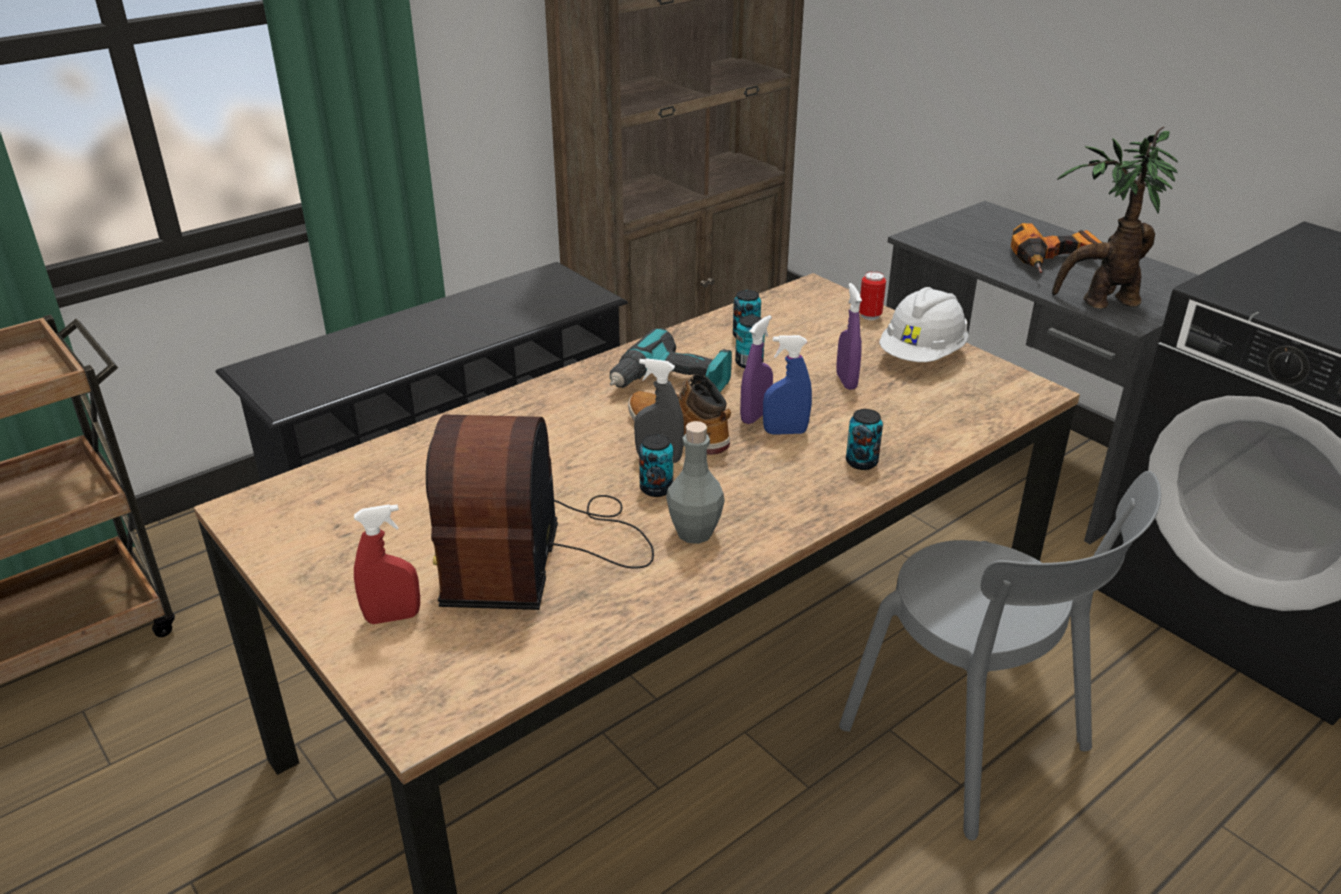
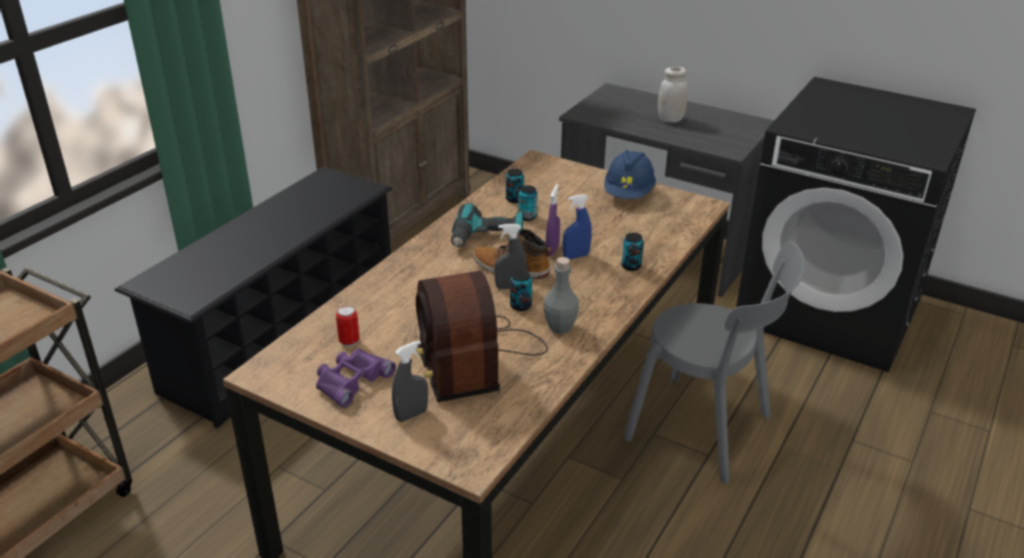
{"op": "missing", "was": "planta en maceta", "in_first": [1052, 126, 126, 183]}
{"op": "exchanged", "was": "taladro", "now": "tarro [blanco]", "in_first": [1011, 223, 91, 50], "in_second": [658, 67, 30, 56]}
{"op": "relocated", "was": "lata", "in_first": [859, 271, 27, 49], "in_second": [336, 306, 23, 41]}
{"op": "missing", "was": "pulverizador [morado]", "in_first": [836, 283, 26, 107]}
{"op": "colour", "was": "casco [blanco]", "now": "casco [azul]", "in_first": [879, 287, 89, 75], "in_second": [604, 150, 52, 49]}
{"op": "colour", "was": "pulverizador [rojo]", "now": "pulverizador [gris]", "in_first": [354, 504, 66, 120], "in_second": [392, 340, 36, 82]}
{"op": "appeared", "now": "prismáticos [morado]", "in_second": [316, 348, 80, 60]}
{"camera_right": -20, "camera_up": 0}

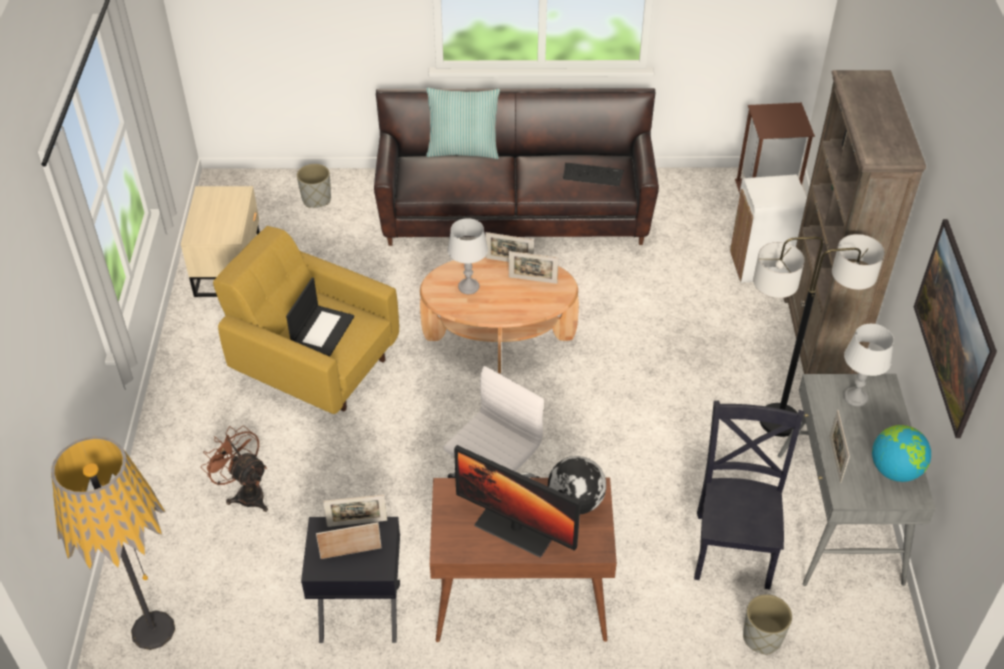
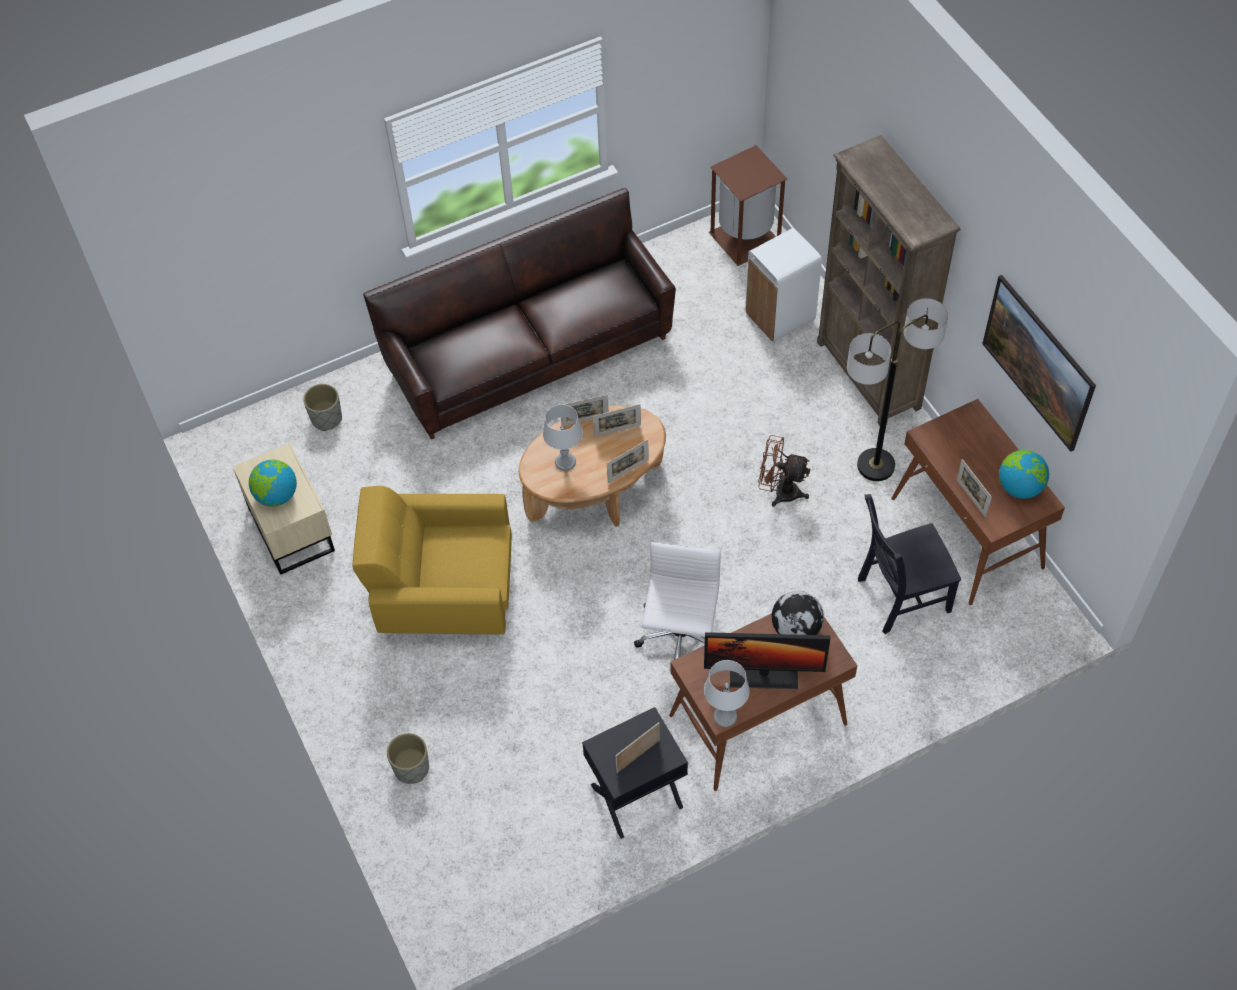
{"op": "missing", "was": "cojín", "in_first": [426, 88, 74, 71]}
{"op": "missing", "was": "teclado", "in_first": [563, 163, 61, 23]}
{"op": "missing", "was": "portátil", "in_first": [286, 278, 68, 78]}
{"op": "relocated", "was": "lámpara de mesa [gris]", "in_first": [843, 324, 51, 83], "in_second": [704, 660, 46, 67]}
{"op": "colour", "was": "escritorio [gris]", "now": "escritorio [marrón]", "in_first": [778, 374, 158, 212], "in_second": [891, 399, 174, 206]}
{"op": "spun", "was": "silla [negro]", "in_first": [694, 400, 110, 189], "in_second": [858, 494, 103, 140], "clockwise": -90}
{"op": "relocated", "was": "ventilador [marrón]", "in_first": [201, 426, 67, 86], "in_second": [758, 435, 52, 72]}
{"op": "missing", "was": "lámpara de pie", "in_first": [51, 436, 124, 214]}
{"op": "relocated", "was": "portarretratos", "in_first": [323, 494, 64, 33], "in_second": [607, 439, 42, 45]}
{"op": "relocated", "was": "maceta [gris]", "in_first": [743, 594, 49, 60], "in_second": [387, 733, 42, 51]}
{"op": "appeared", "now": "globo terráqueo", "in_second": [249, 460, 48, 47]}
{"camera_right": -25, "camera_up": 10}

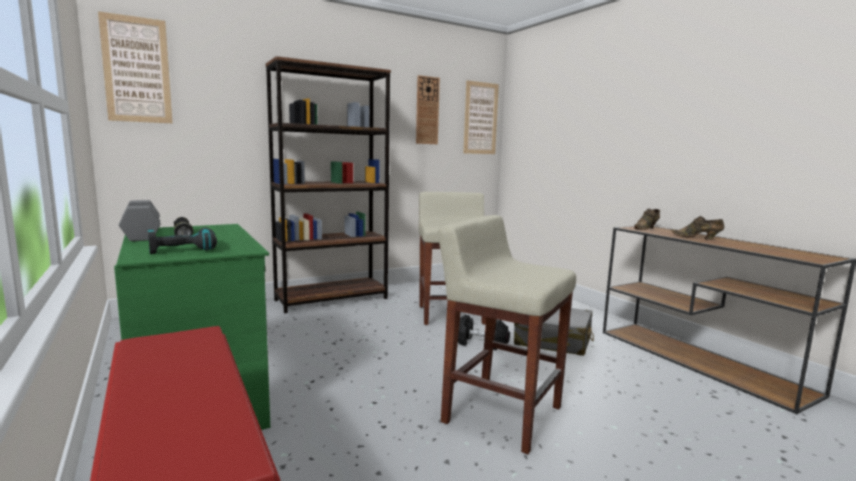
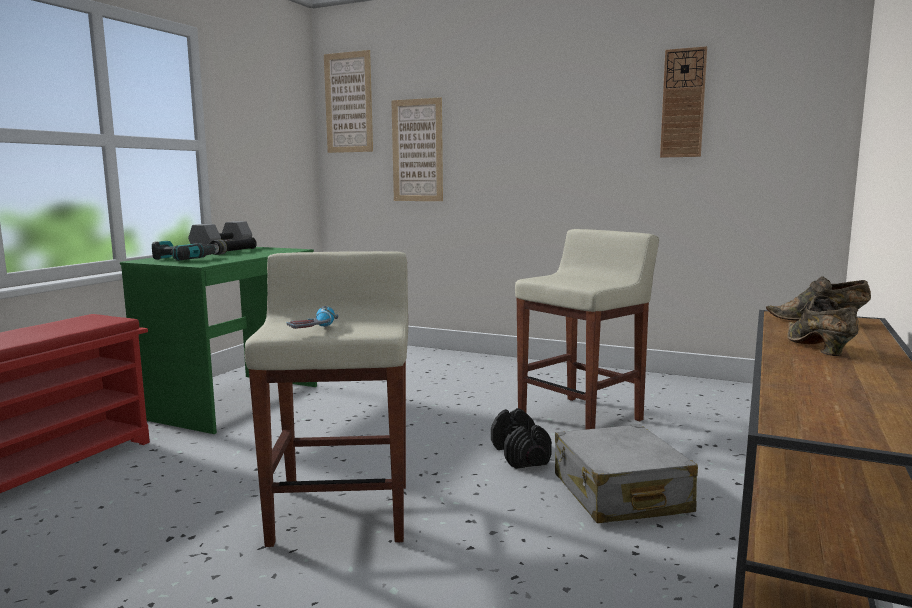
{"op": "missing", "was": "estantería [marrón]", "in_first": [265, 56, 126, 257]}
{"op": "relocated", "was": "cuadro", "in_first": [464, 80, 35, 74], "in_second": [391, 97, 52, 104]}
{"op": "appeared", "now": "taladro", "in_second": [286, 306, 53, 23]}
{"camera_right": 55, "camera_up": 0}

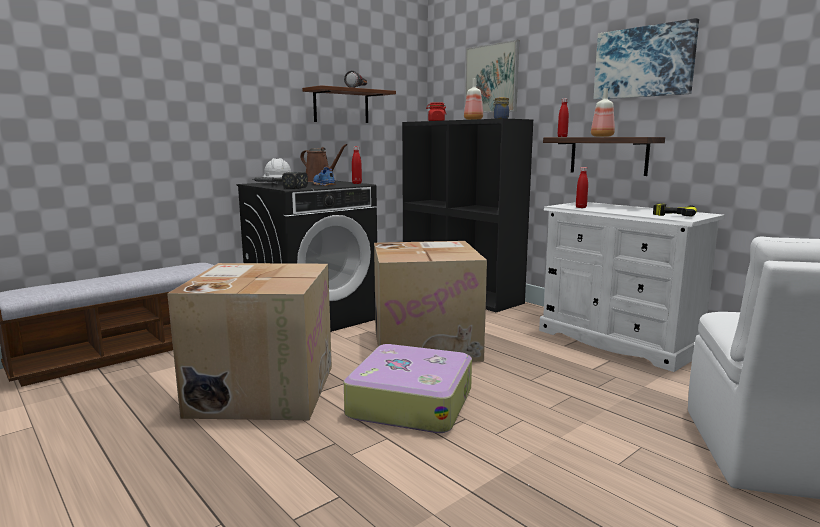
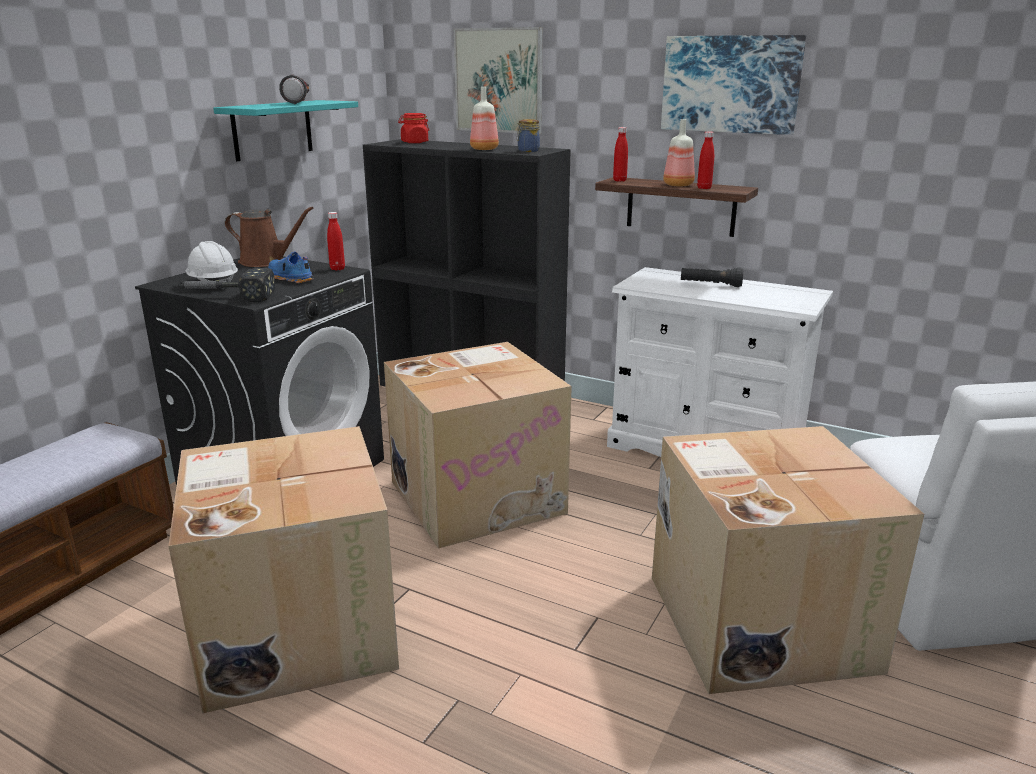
{"op": "colour", "was": "estante [marrón]", "now": "estante [turquesa]", "in_first": [302, 85, 94, 38], "in_second": [213, 100, 145, 61]}
{"op": "relocated", "was": "botella [rojo]", "in_first": [576, 167, 12, 41], "in_second": [697, 132, 17, 57]}
{"op": "missing", "was": "taladro", "in_first": [653, 203, 44, 14]}
{"op": "missing", "was": "maleta", "in_first": [344, 344, 128, 89]}
{"op": "appeared", "now": "linterna [negro]", "in_second": [681, 267, 62, 20]}
{"op": "appeared", "now": "caja de cartón", "in_second": [652, 426, 272, 268]}
{"camera_right": -20, "camera_up": 10}

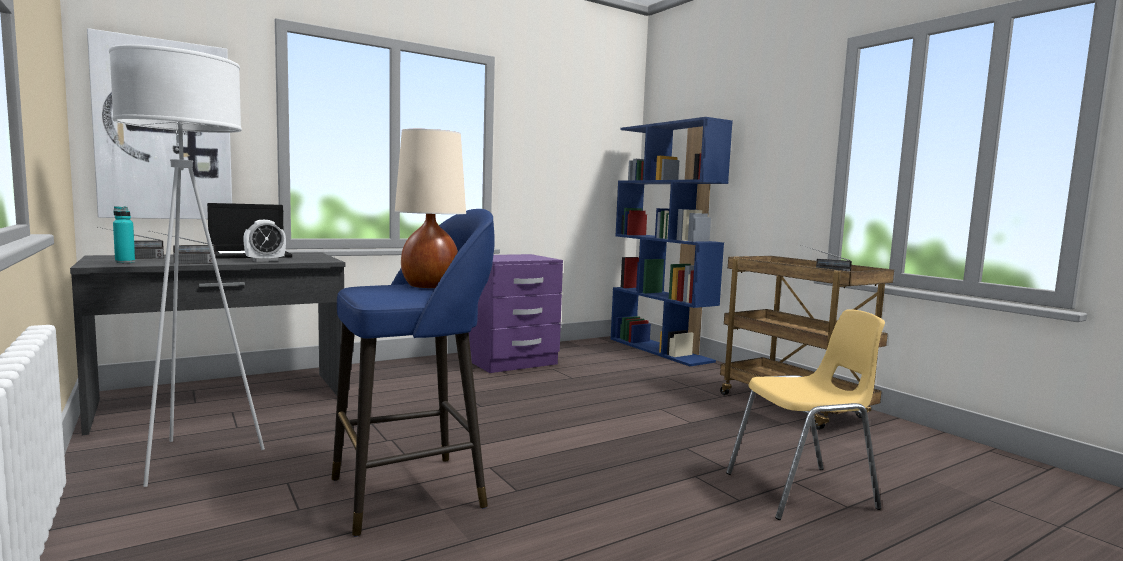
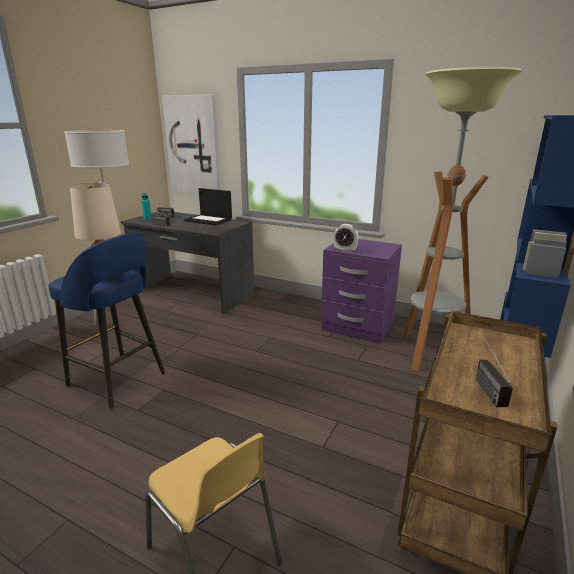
{"op": "relocated", "was": "despertador", "in_first": [243, 220, 43, 42], "in_second": [333, 224, 26, 28]}
{"op": "appeared", "now": "lámpara de pie", "in_second": [404, 67, 118, 305]}
{"camera_right": 60, "camera_up": 15}

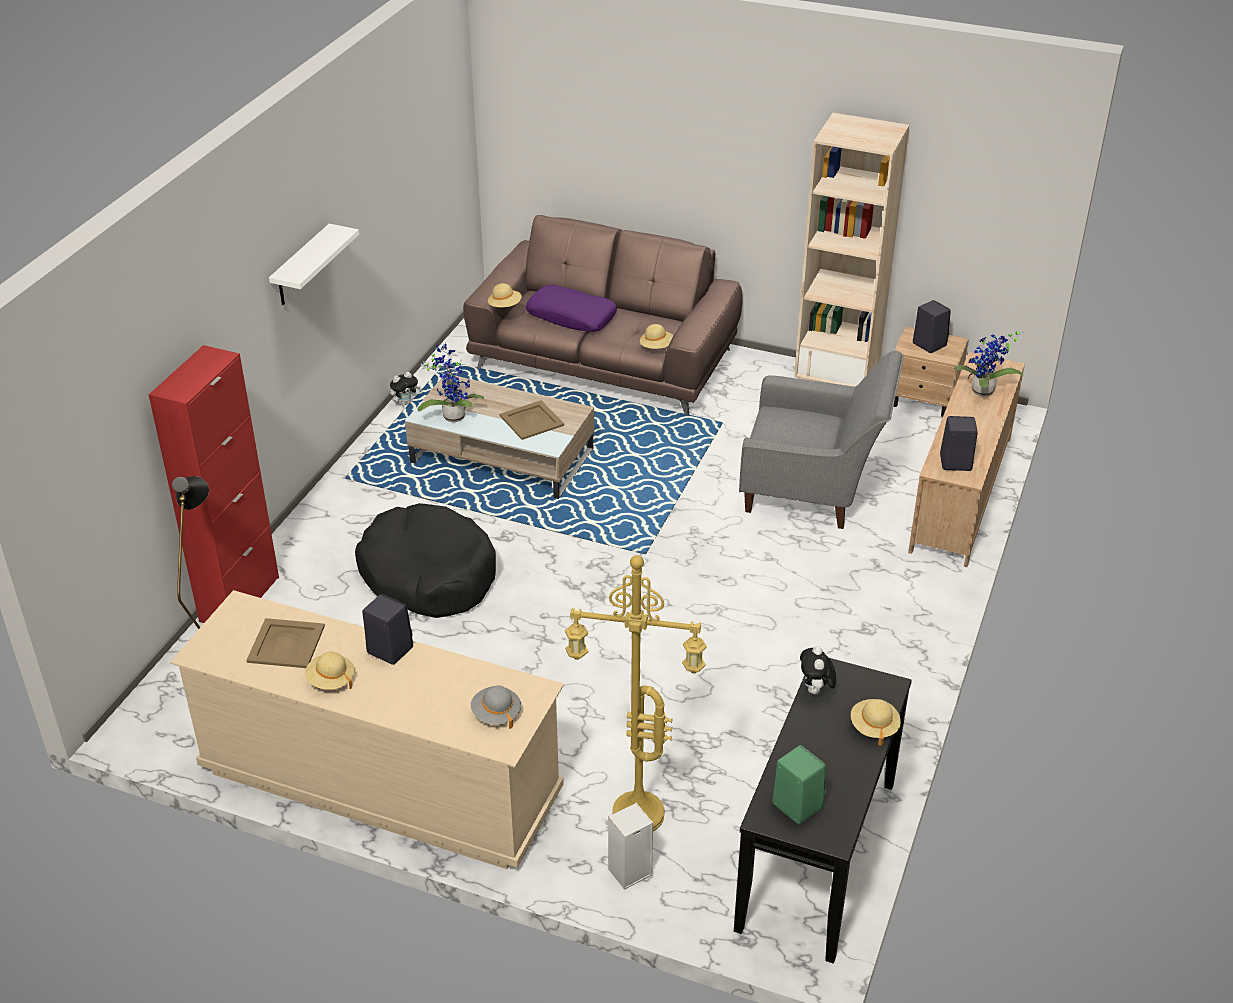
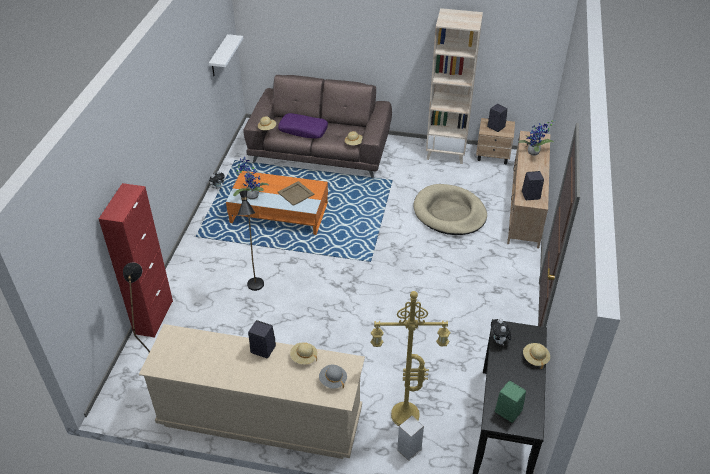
{"op": "relocated", "was": "estante [blanco]", "in_first": [269, 224, 90, 81], "in_second": [209, 34, 34, 42]}
{"op": "exchanged", "was": "sillón [gris]", "now": "cama para perro [beis]", "in_first": [739, 351, 165, 178], "in_second": [414, 184, 73, 51]}
{"op": "colour", "was": "mesa de centro [beis]", "now": "mesa de centro [naranja]", "in_first": [405, 376, 189, 123], "in_second": [226, 171, 102, 64]}
{"op": "exchanged", "was": "cama para perro [negro]", "now": "lámpara de pie [negro]", "in_first": [355, 503, 141, 115], "in_second": [238, 190, 26, 101]}
{"op": "missing", "was": "bandeja [beis]", "in_first": [246, 618, 79, 50]}
{"op": "relocated", "was": "sombrero [beis]", "in_first": [305, 652, 50, 38], "in_second": [290, 342, 27, 22]}
{"camera_right": -10, "camera_up": 5}

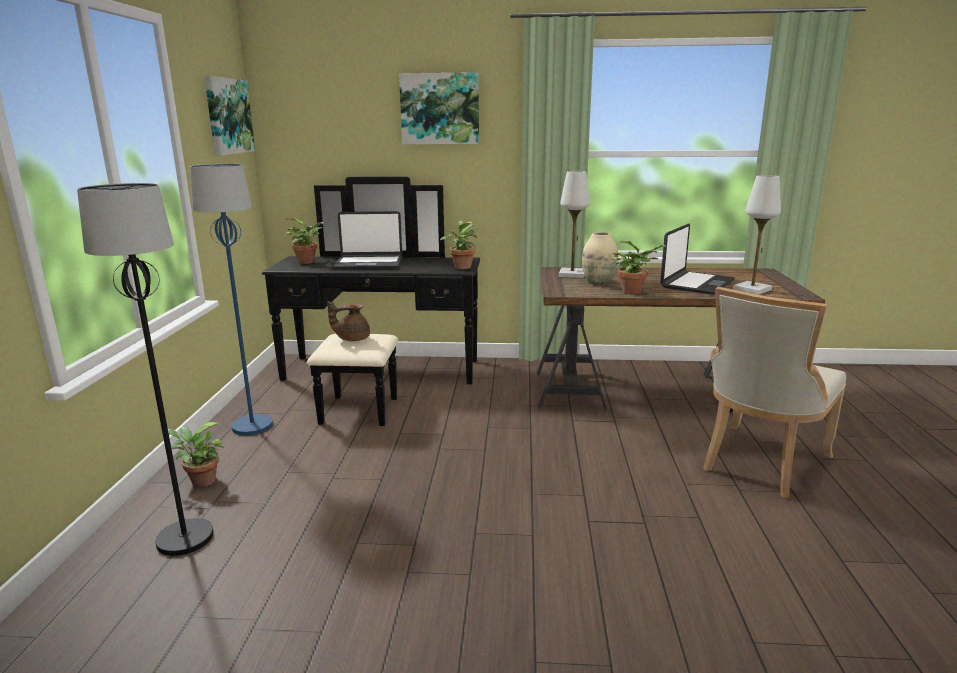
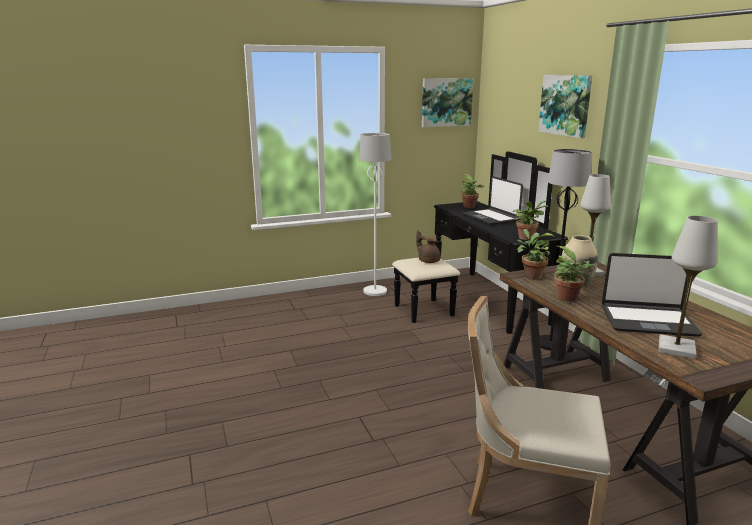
{"op": "colour", "was": "lámpara de pie [azul]", "now": "lámpara de pie [blanco]", "in_first": [190, 164, 83, 272], "in_second": [359, 133, 33, 163]}
{"op": "relocated", "was": "lámpara de pie [negro]", "in_first": [77, 183, 137, 373], "in_second": [540, 149, 52, 202]}
{"op": "relocated", "was": "planta en maceta", "in_first": [168, 422, 56, 65], "in_second": [517, 229, 36, 51]}
{"camera_right": 65, "camera_up": 0}

